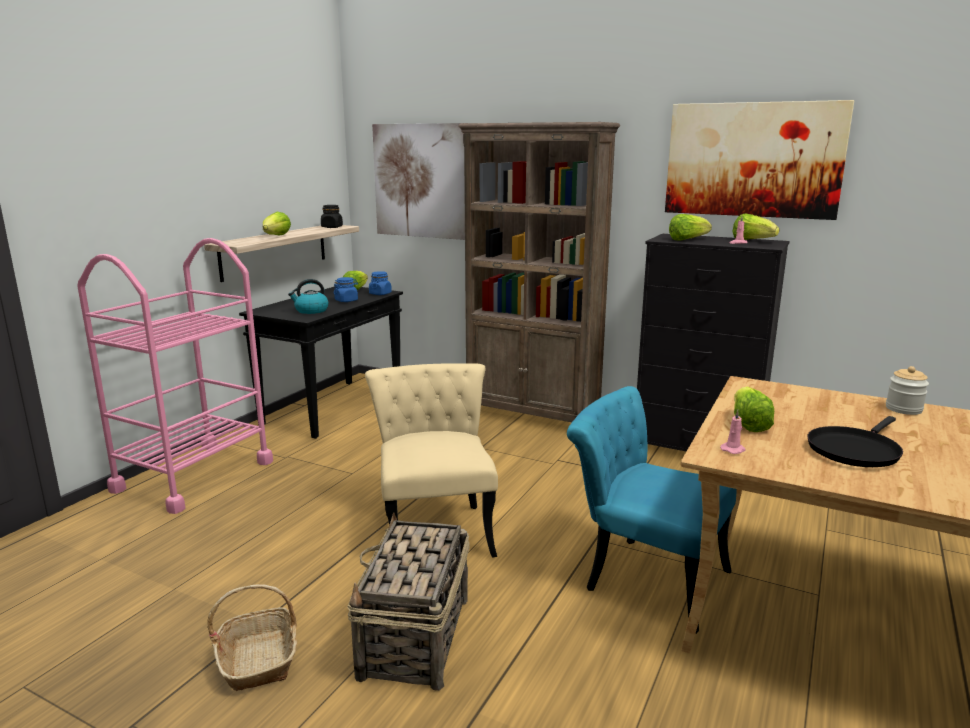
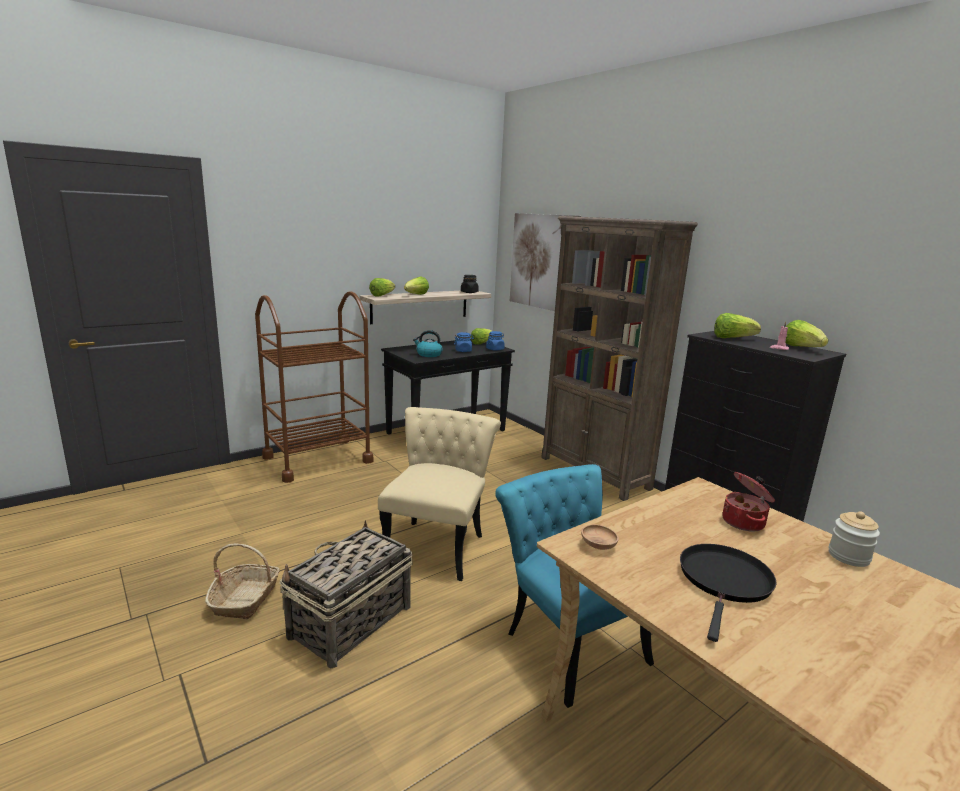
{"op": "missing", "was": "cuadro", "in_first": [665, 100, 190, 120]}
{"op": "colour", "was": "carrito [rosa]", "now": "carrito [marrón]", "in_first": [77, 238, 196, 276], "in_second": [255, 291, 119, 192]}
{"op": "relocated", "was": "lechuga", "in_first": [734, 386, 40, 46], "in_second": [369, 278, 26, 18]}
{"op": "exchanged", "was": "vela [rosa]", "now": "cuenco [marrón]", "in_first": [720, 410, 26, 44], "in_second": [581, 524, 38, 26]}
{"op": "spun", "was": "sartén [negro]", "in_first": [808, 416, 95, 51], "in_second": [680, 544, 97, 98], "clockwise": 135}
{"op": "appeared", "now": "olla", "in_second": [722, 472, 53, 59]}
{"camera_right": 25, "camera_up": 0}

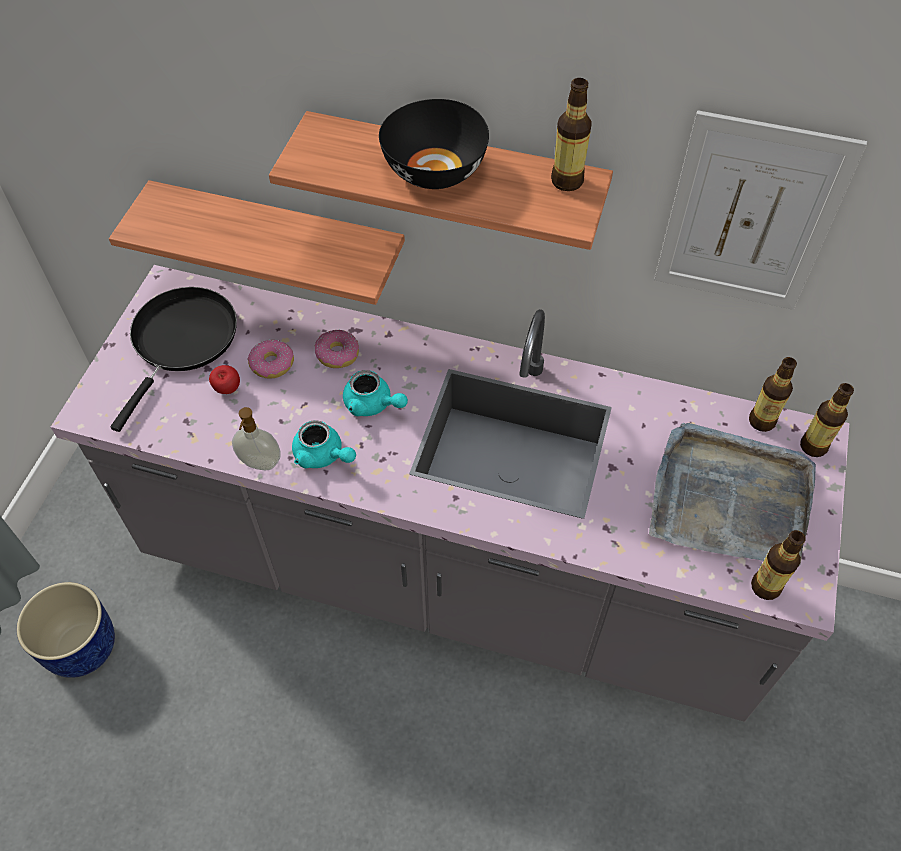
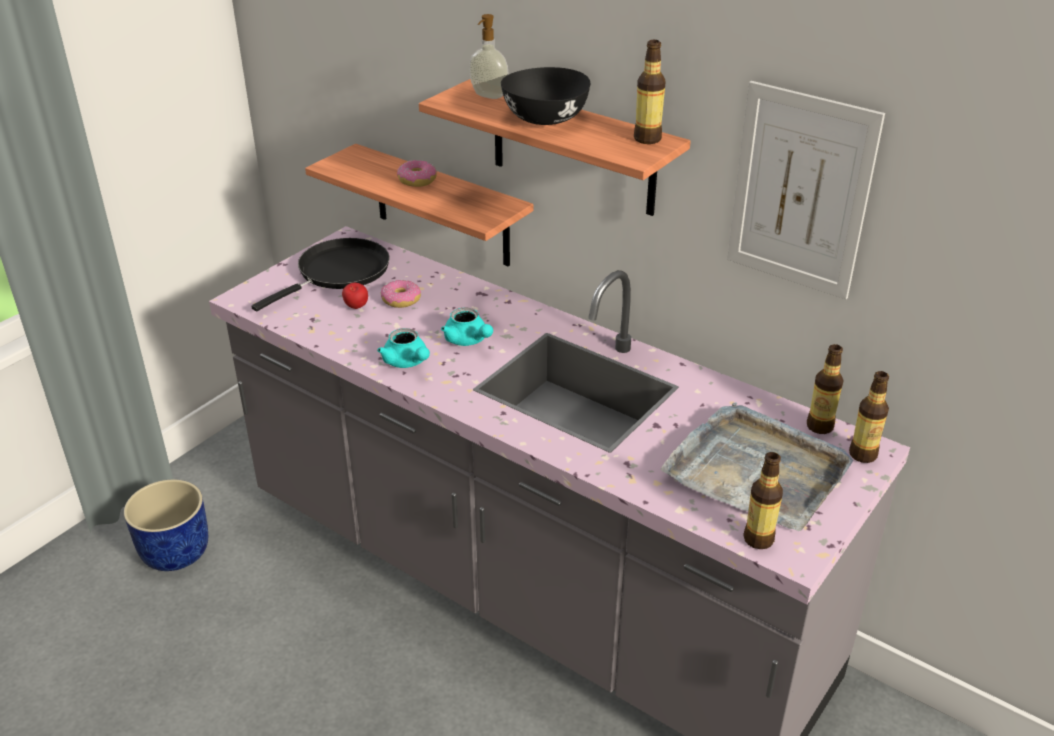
{"op": "relocated", "was": "rosquilla", "in_first": [315, 329, 44, 39], "in_second": [397, 160, 40, 27]}
{"op": "relocated", "was": "dispensador de jabón", "in_first": [232, 407, 49, 63], "in_second": [469, 14, 40, 85]}
{"camera_right": 20, "camera_up": -20}

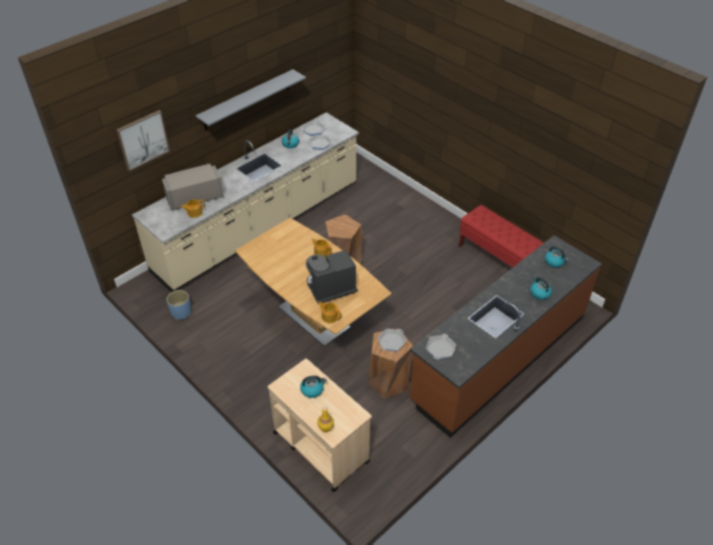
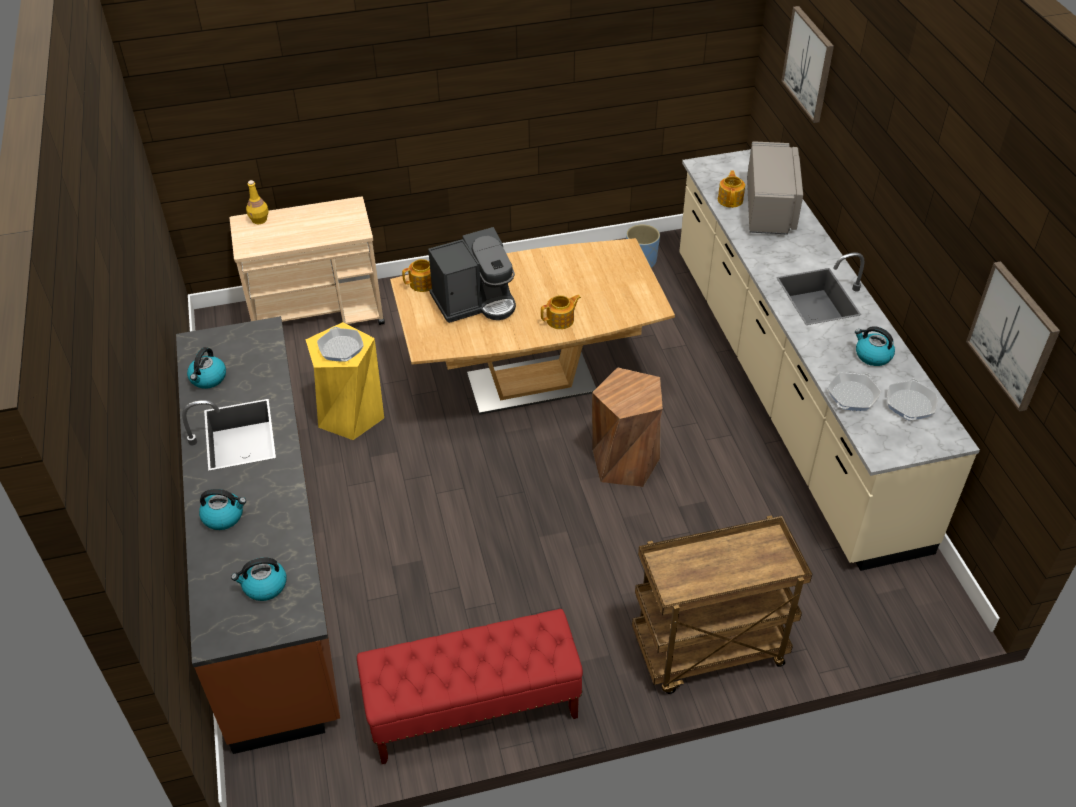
{"op": "missing", "was": "estante [gris]", "in_first": [196, 69, 110, 61]}
{"op": "spun", "was": "cafetera", "in_first": [306, 249, 52, 54], "in_second": [428, 227, 88, 96], "clockwise": 60}
{"op": "colour", "was": "taburete [marrón]", "now": "taburete [amarillo]", "in_first": [368, 329, 45, 70], "in_second": [306, 322, 78, 118]}
{"op": "missing", "was": "sartén", "in_first": [426, 334, 30, 26]}
{"op": "relocated", "was": "hervidor", "in_first": [300, 375, 27, 23], "in_second": [187, 347, 39, 42]}
{"op": "appeared", "now": "cuadro", "in_second": [966, 262, 94, 150]}
{"op": "appeared", "now": "carrito [marrón]", "in_second": [632, 515, 180, 179]}
{"camera_right": 120, "camera_up": 0}

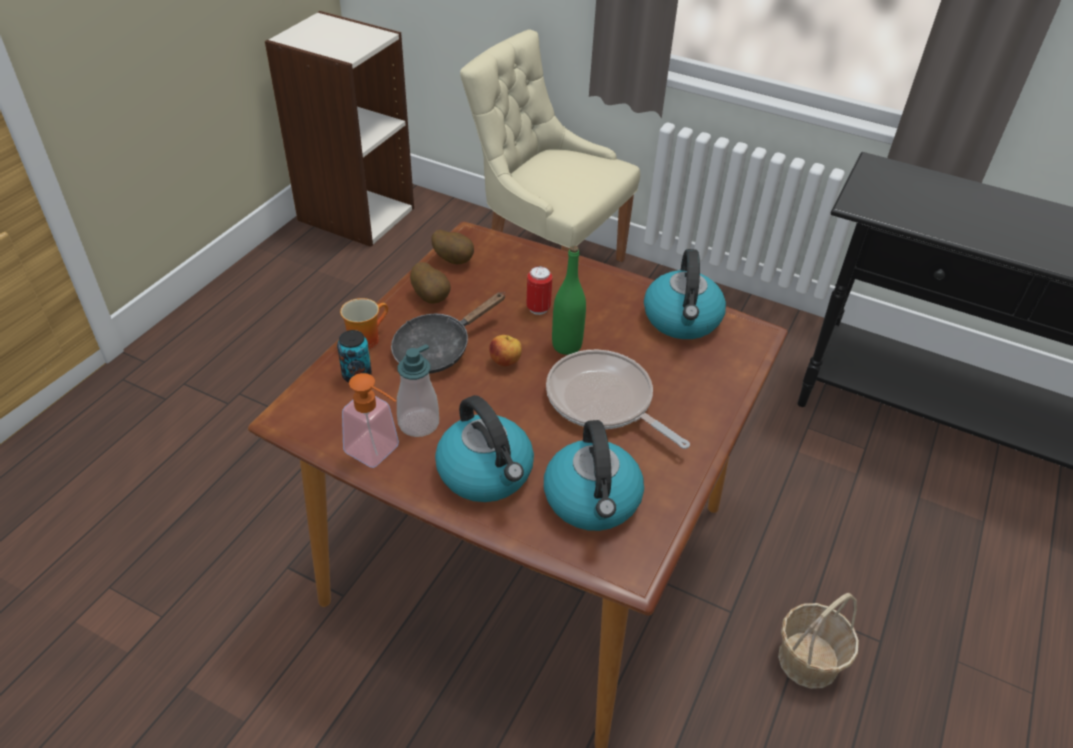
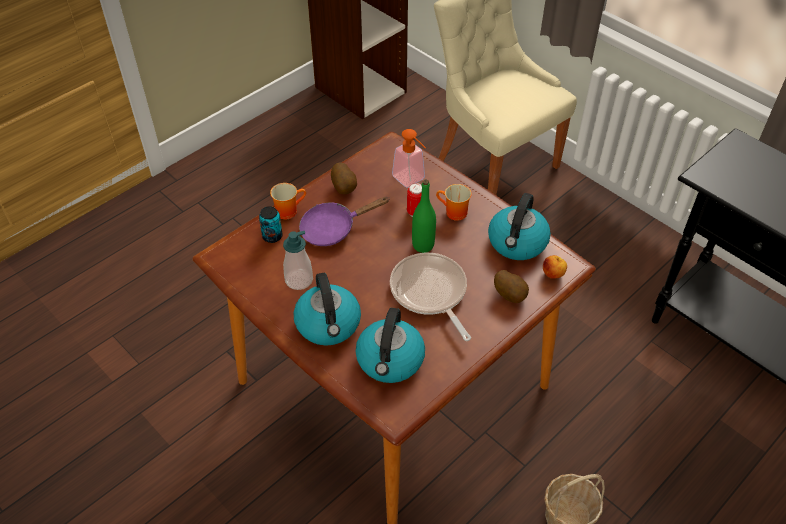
{"op": "relocated", "was": "patata", "in_first": [431, 230, 43, 34], "in_second": [494, 270, 35, 33]}
{"op": "colour", "was": "sartén [negro]", "now": "sartén [morado]", "in_first": [391, 292, 115, 82], "in_second": [299, 197, 91, 49]}
{"op": "relocated", "was": "manzana", "in_first": [489, 335, 33, 32], "in_second": [543, 255, 24, 24]}
{"op": "relocated", "was": "dispensador de jabón", "in_first": [342, 373, 57, 95], "in_second": [392, 129, 34, 59]}
{"op": "appeared", "now": "taza grande", "in_second": [436, 184, 36, 37]}
{"camera_right": 20, "camera_up": 5}

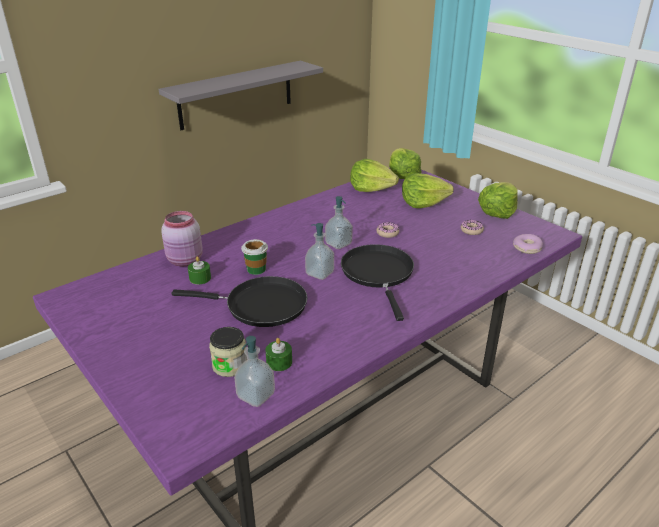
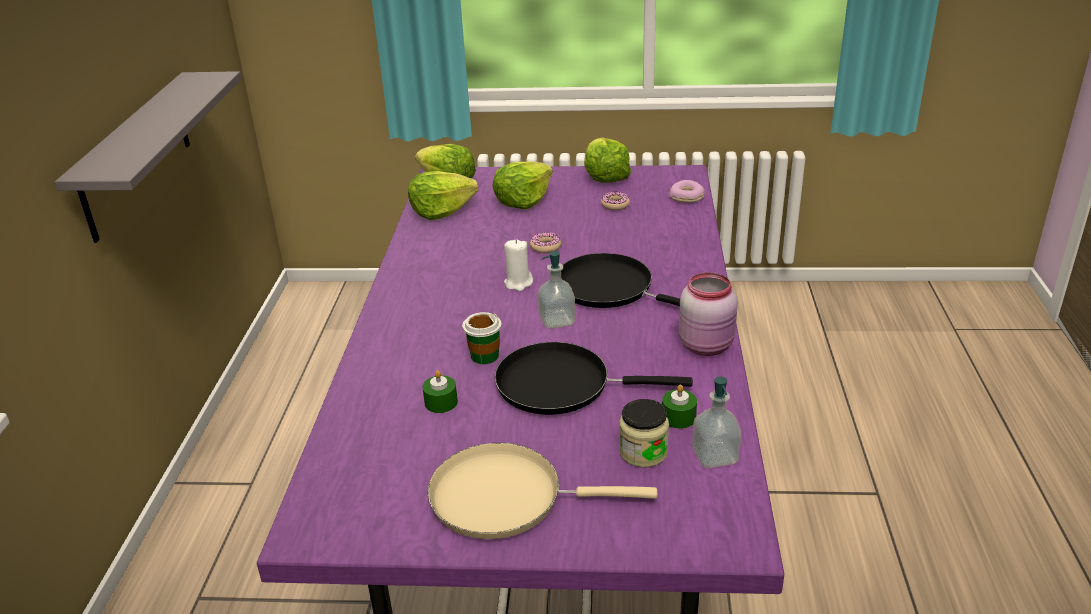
{"op": "exchanged", "was": "dispensador de jabón", "now": "vela [blanco]", "in_first": [325, 196, 28, 53], "in_second": [504, 239, 29, 52]}
{"op": "relocated", "was": "tarro [rosa]", "in_first": [161, 211, 42, 55], "in_second": [679, 272, 59, 84]}
{"op": "spun", "was": "sartén [negro]", "in_first": [172, 276, 136, 51], "in_second": [494, 342, 199, 73], "clockwise": -135}
{"op": "appeared", "now": "sartén [beis]", "in_second": [427, 443, 230, 96]}
{"camera_right": -45, "camera_up": 0}

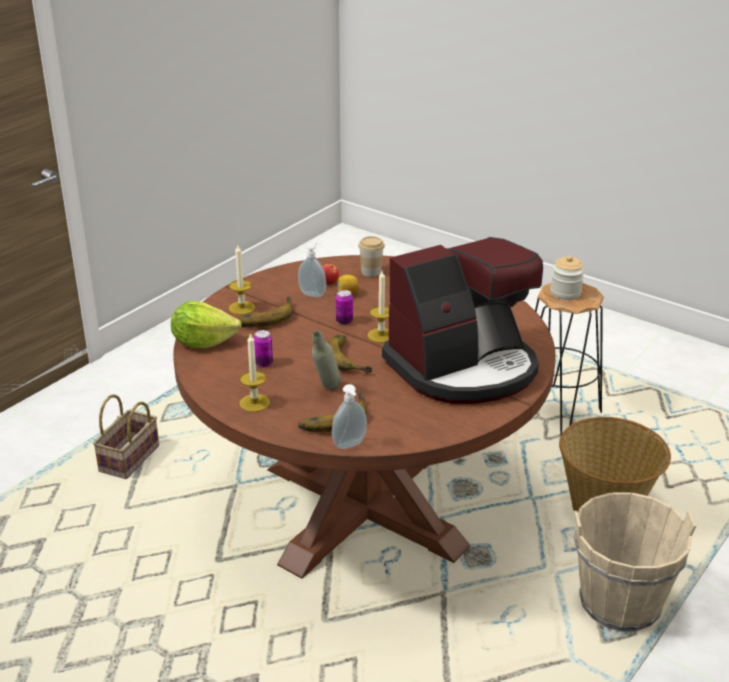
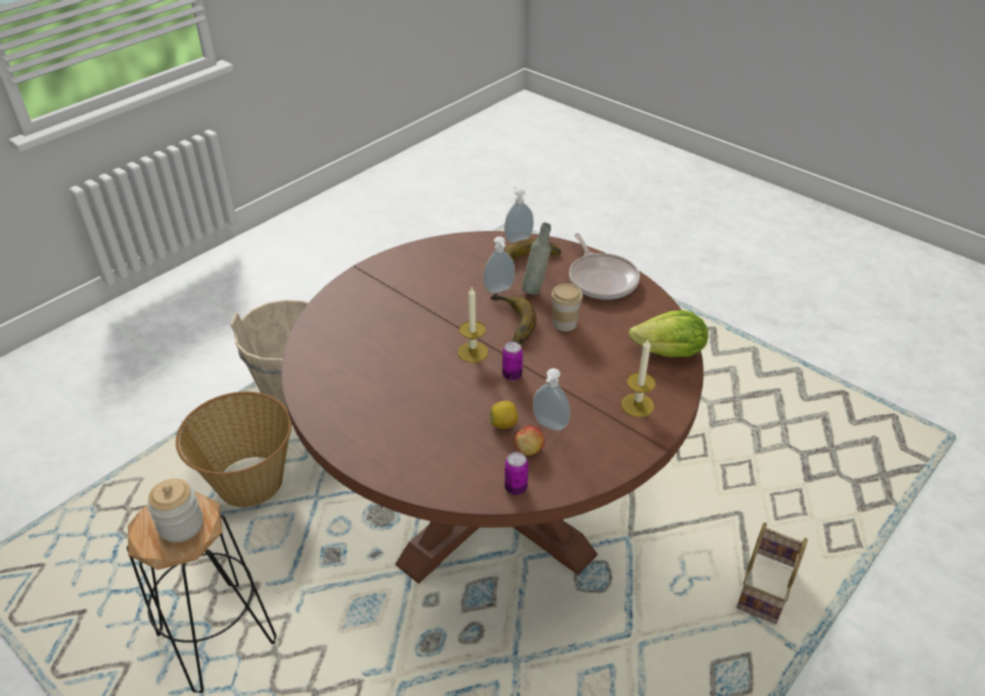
{"op": "relocated", "was": "taza", "in_first": [358, 236, 27, 41], "in_second": [551, 283, 32, 48]}
{"op": "missing", "was": "cafetera", "in_first": [382, 237, 161, 167]}
{"op": "missing", "was": "plátano", "in_first": [237, 296, 57, 31]}
{"op": "relocated", "was": "lata", "in_first": [254, 330, 19, 37], "in_second": [505, 452, 23, 43]}
{"op": "exchanged", "was": "vela", "now": "sartén", "in_first": [239, 333, 31, 79], "in_second": [569, 233, 71, 67]}
{"op": "appeared", "now": "dispensador de jabón", "in_second": [483, 237, 32, 56]}
{"camera_right": -175, "camera_up": 10}

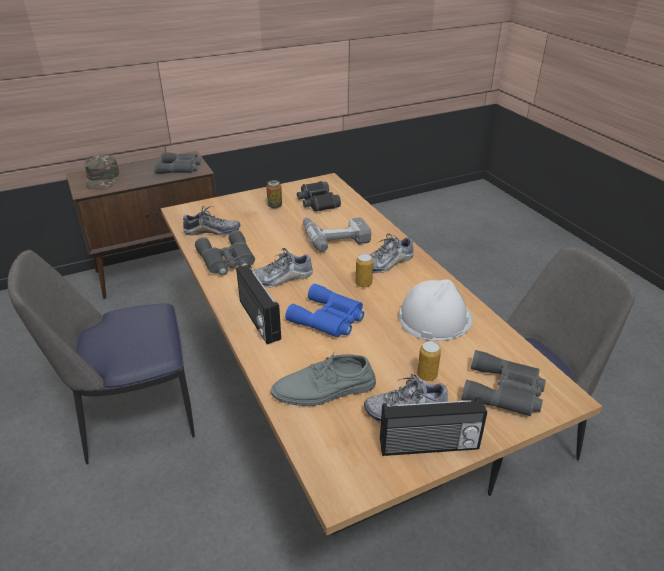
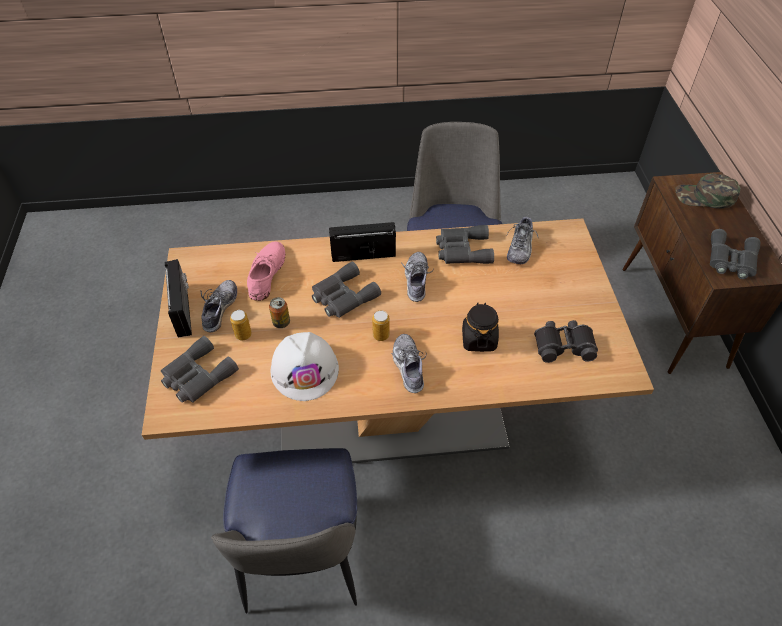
{"op": "relocated", "was": "lata", "in_first": [266, 180, 16, 29], "in_second": [269, 297, 21, 31]}
{"op": "exchanged", "was": "taladro", "now": "tarro [negro]", "in_first": [303, 217, 68, 35], "in_second": [462, 303, 37, 49]}
{"op": "colour", "was": "prismáticos [azul]", "now": "prismáticos [gris]", "in_first": [285, 284, 79, 53], "in_second": [312, 262, 69, 56]}
{"op": "colour", "was": "zapato [gris]", "now": "zapato [rosa]", "in_first": [271, 353, 105, 53], "in_second": [247, 242, 38, 59]}
{"op": "spun", "was": "radio", "in_first": [380, 397, 107, 59], "in_second": [165, 259, 27, 78], "clockwise": 150}
{"camera_right": 110, "camera_up": 15}

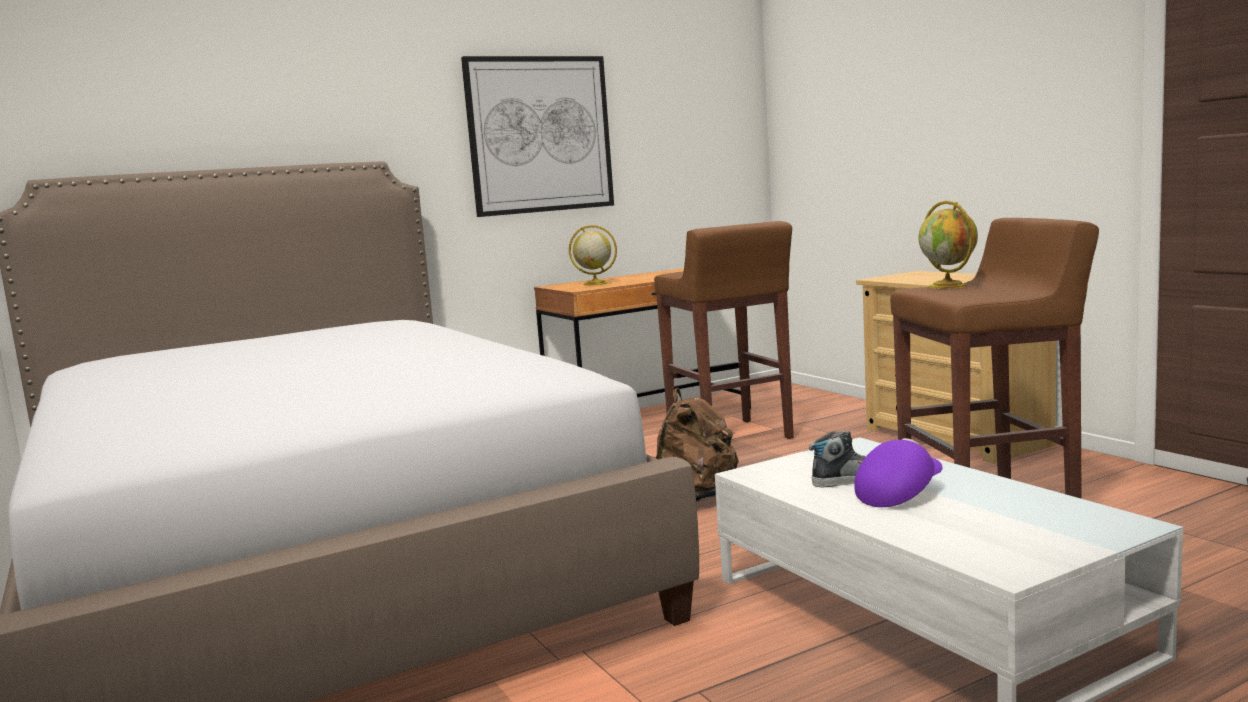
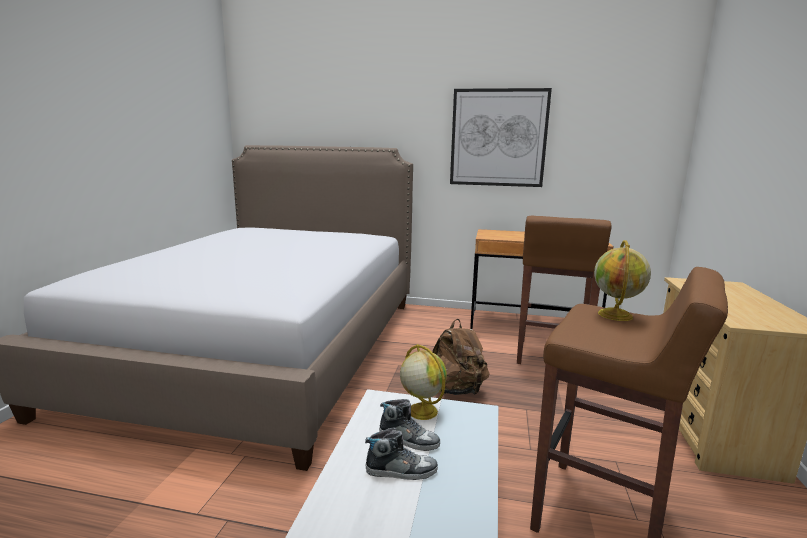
{"op": "relocated", "was": "globo terráqueo", "in_first": [569, 225, 48, 61], "in_second": [400, 344, 47, 76]}
{"op": "exchanged", "was": "gorra [morado]", "now": "zapato", "in_first": [854, 438, 88, 69], "in_second": [365, 428, 73, 52]}
{"camera_right": 40, "camera_up": 5}

